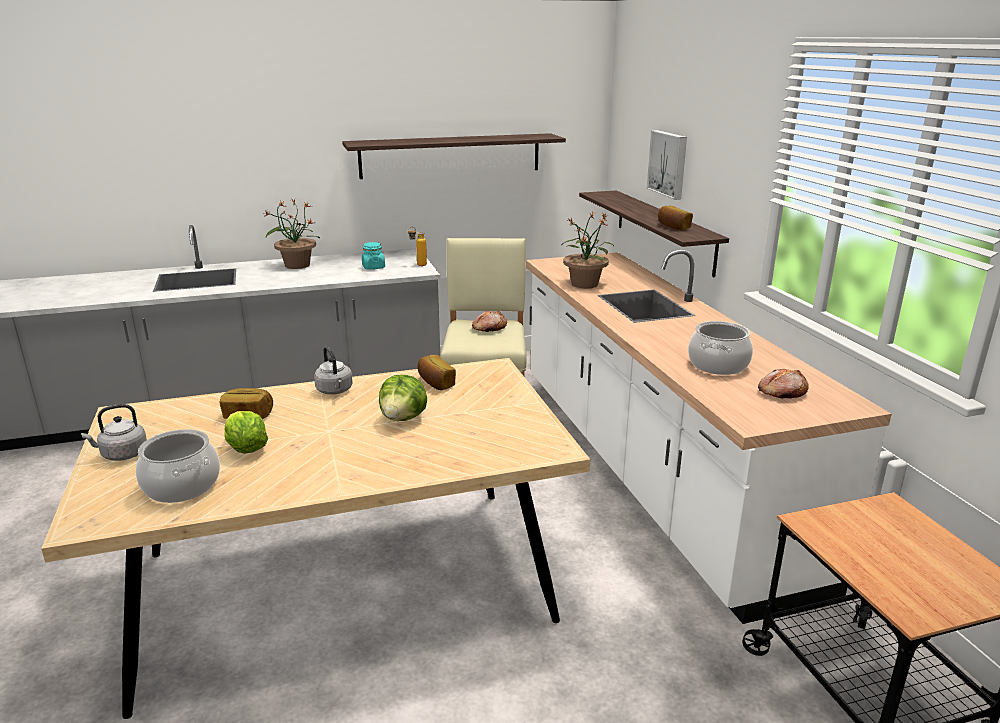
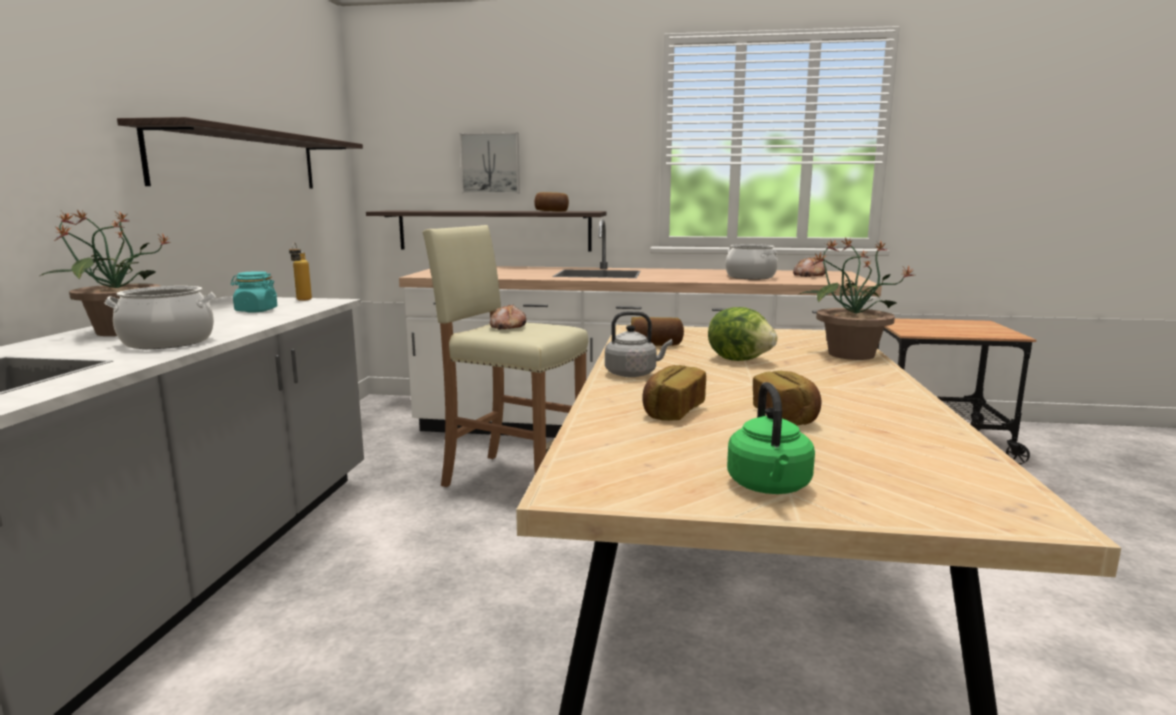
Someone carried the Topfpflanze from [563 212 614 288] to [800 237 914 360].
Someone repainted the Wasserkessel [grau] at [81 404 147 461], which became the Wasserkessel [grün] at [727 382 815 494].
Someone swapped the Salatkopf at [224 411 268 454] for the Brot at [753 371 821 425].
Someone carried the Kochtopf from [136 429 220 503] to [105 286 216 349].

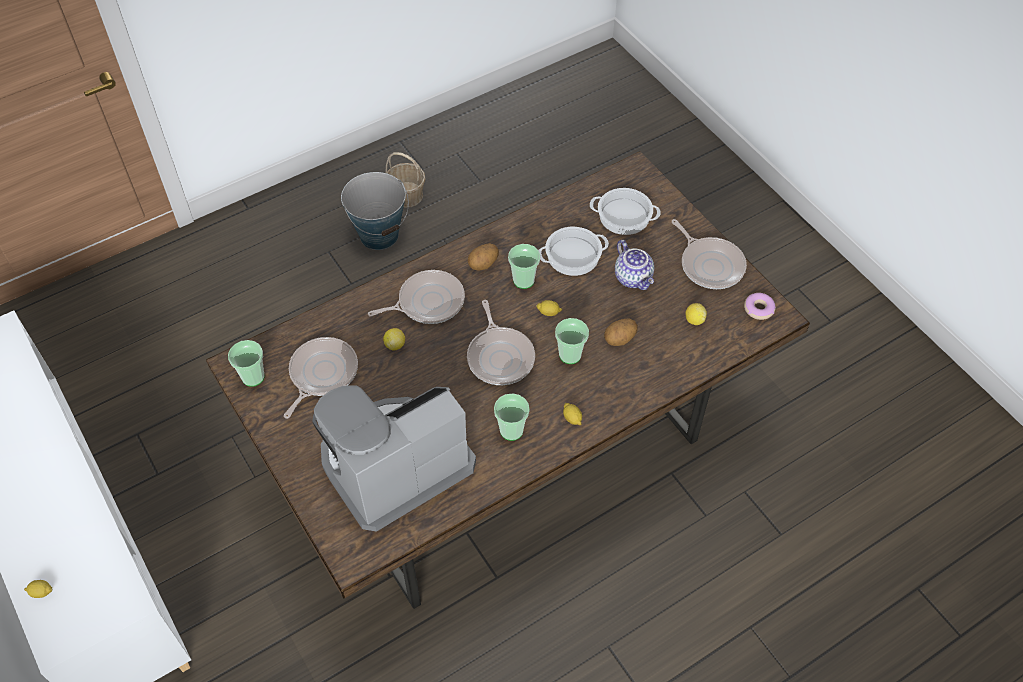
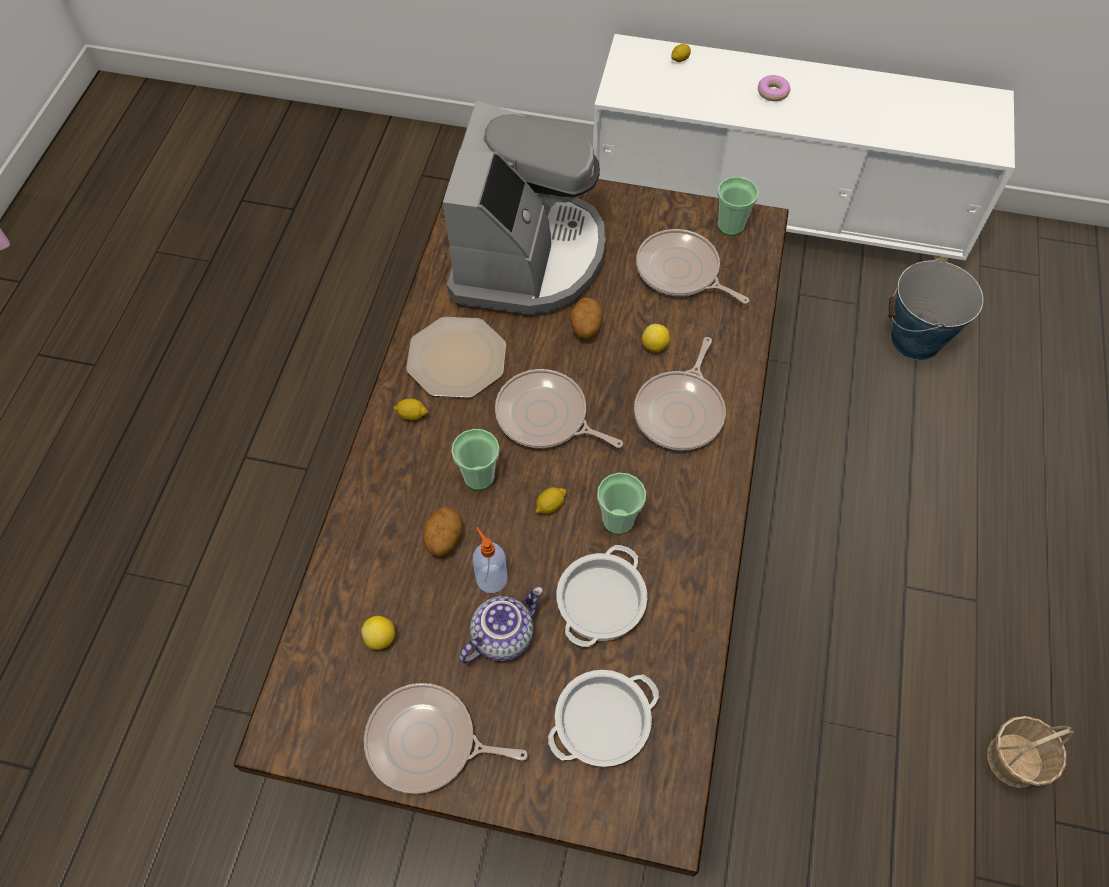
Someone carried the Eimer from [341 172 409 250] to [888 259 983 360].
Someone rotated the Teekanne at [615 240 654 290] by 120 degrees clockwise.
Someone carried the Kartoffel from [468 243 499 270] to [570 297 603 339].
Someone carried the Donut from [744 293 776 320] to [758 75 791 101].
Someone rotated the Pfanne at [284 337 358 419] by 150 degrees clockwise.
Someone swapped the Tasse at [494 393 530 441] for the Teller at [406 317 506 398].
Someone put down the Seifenspender at [473 527 507 593].

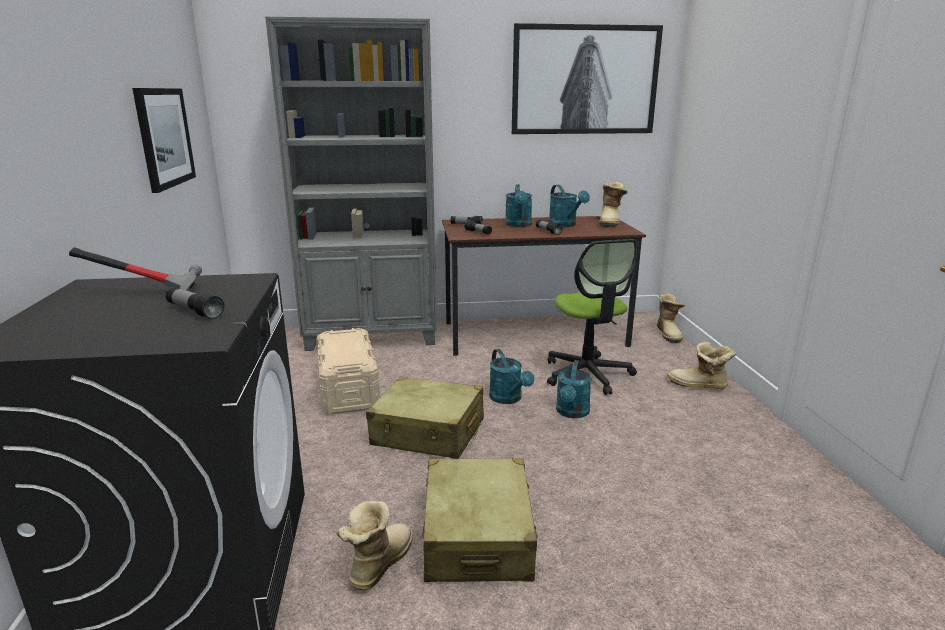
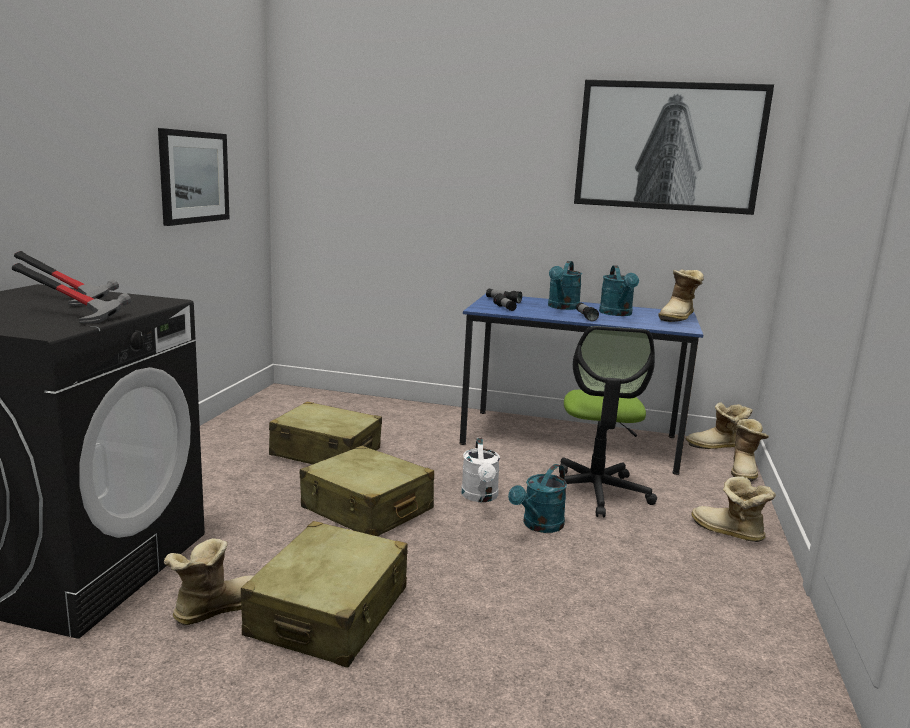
Someone took away the Bücherregal [grau] at [265 17 437 351].
Someone repainted the Schreibtisch [braun] at [442 216 646 356], which became the Schreibtisch [blau] at [460 294 703 475].
Someone swapped the Taschenlampe at [166 287 225 320] for the Hammer at [12 263 131 323].
Someone swapped the Aufbewahrungsbox [beige] at [317 328 380 414] for the Koffer [beige] at [269 401 382 464].
Someone repainted the Gießkanne [türkis] at [489 349 534 404], which became the Gießkanne [weiß] at [461 438 500 502].
Someone put down the Stiefel at [686 402 752 449].

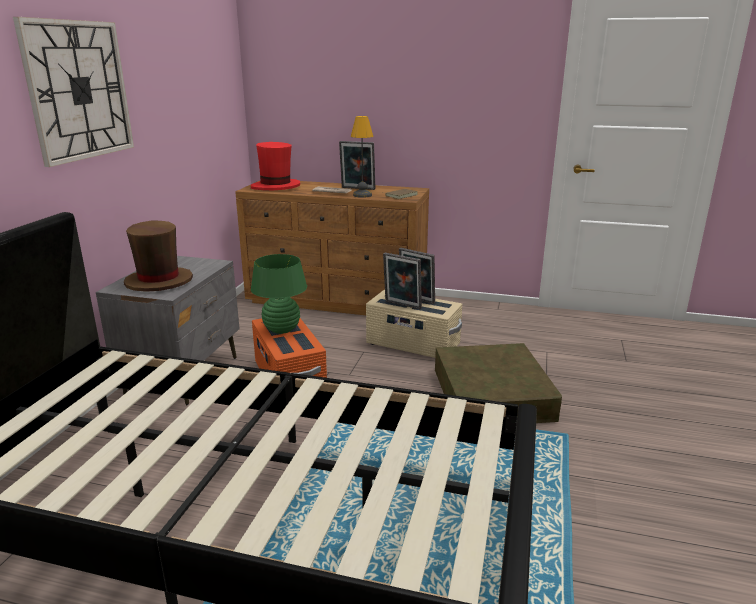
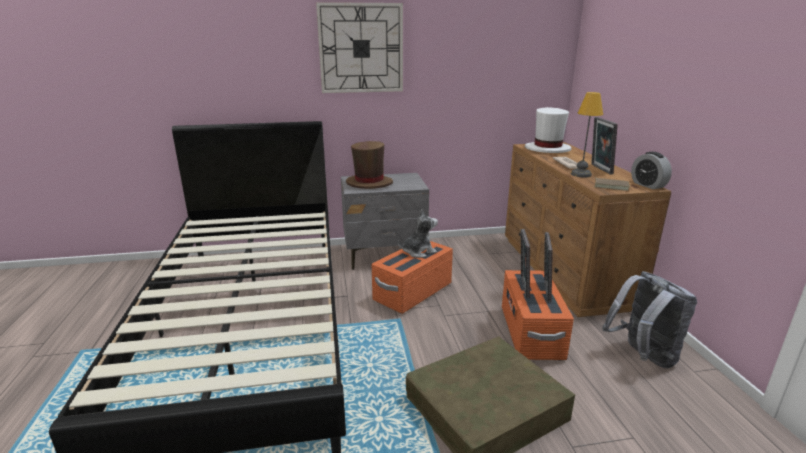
Someone repainted the Hut [rot] at [251 142 300 190], which became the Hut [weiß] at [525 107 572 153].
Someone swapped the Tischlampe [grün] at [251 254 307 334] for the Plüschtier at [398 209 438 258].
Someone repainted the Aufbewahrungsbox [beige] at [366 290 462 358], which became the Aufbewahrungsbox [orange] at [502 270 574 360].
Someone put down the Wecker at [631 152 672 189].
Someone put down the Rucksack [grau] at [602 271 697 368].

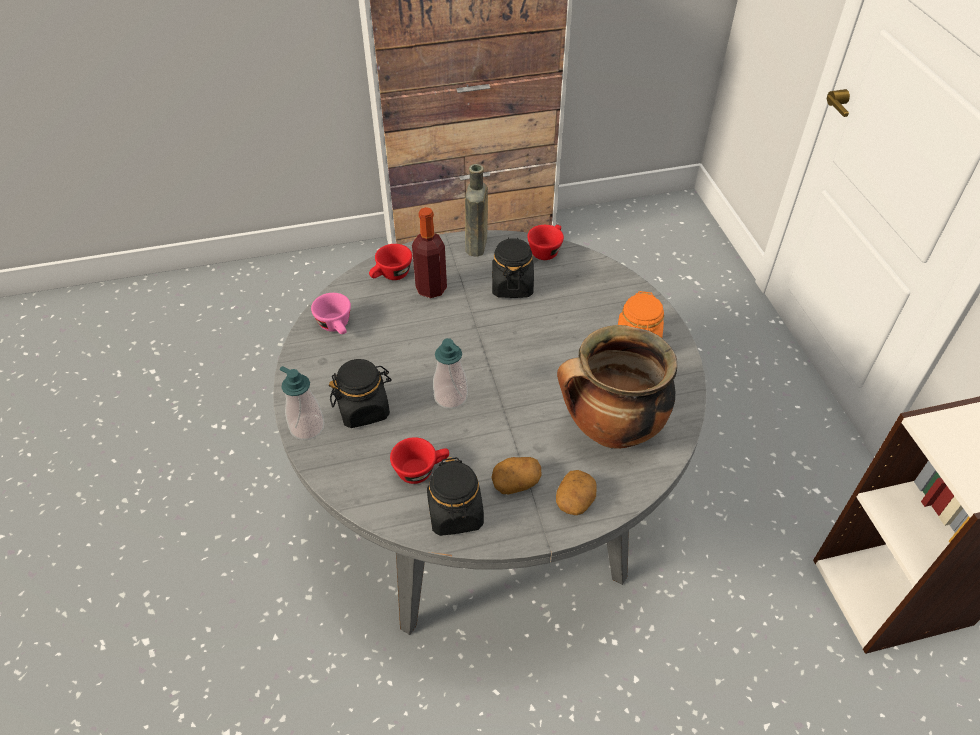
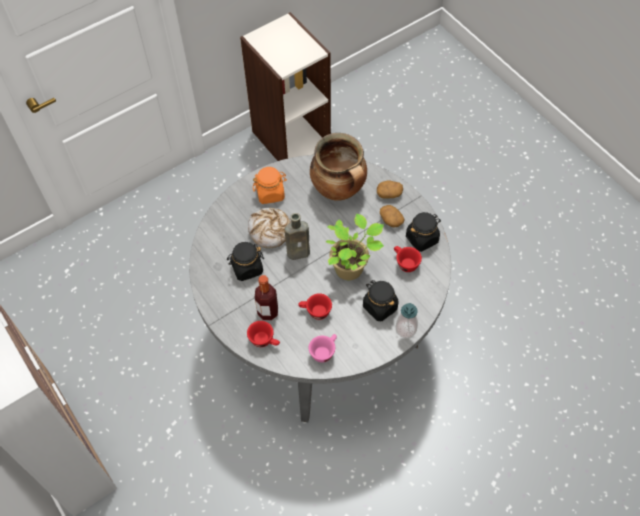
Someone carried the Flasche [braun] from [465 164 488 257] to [285 213 310 260].
Someone carried the Tasse [rot] from [527 225 564 260] to [298 293 332 320].
Someone swapped the Seifenspender at [433 338 468 409] for the Topfpflanze at [326 214 384 280].
Someone put down the Brot at [248 207 291 248].

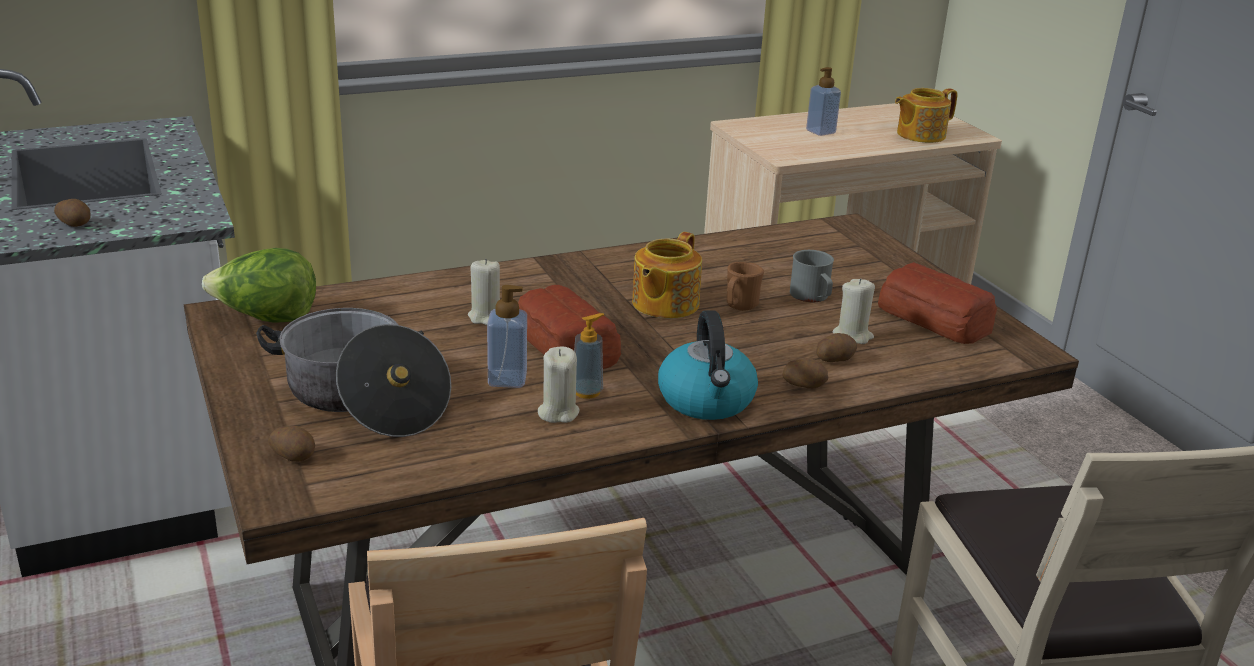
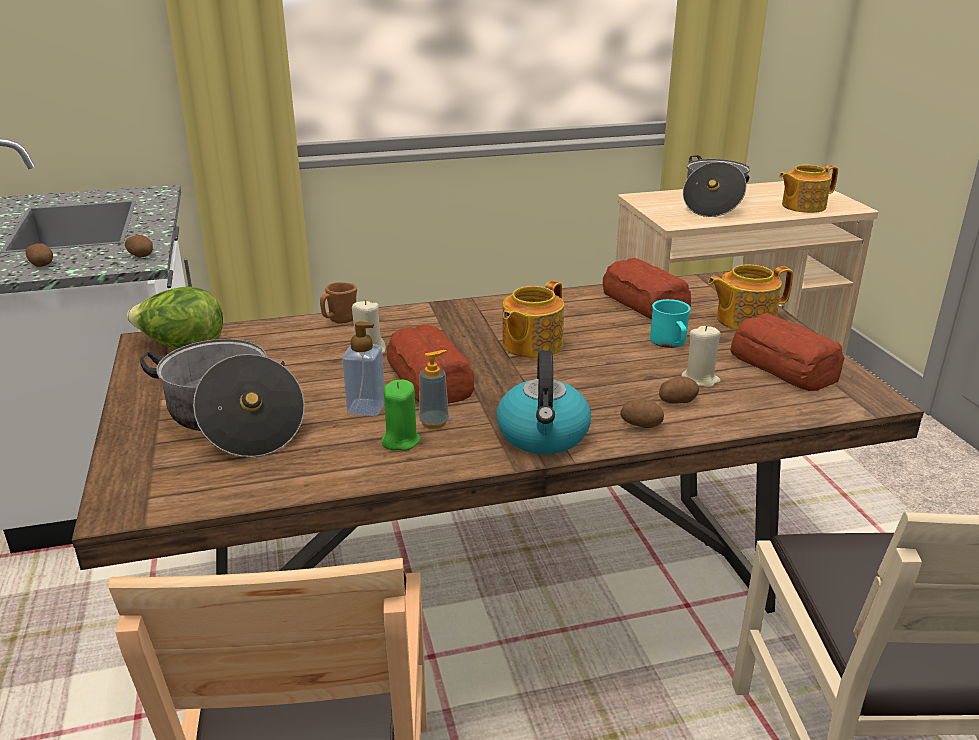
Someone swapped the Seifenspender at [806 67 841 136] for the Kochtopf at [683 155 750 217].
Someone repainted the Henkelbecher [grau] at [790 250 834 302], which became the Henkelbecher [türkis] at [650 299 691 348].
Someone carried the Henkelbecher [braun] from [727 262 764 311] to [320 282 357 324].
Someone repainted the Kerze [beige] at [538 347 580 423], which became the Kerze [grün] at [381 380 421 451].
Someone carried the Kartoffel from [268 426 315 462] to [125 235 153 257].
Someone put down the Brot at [603 258 691 319].
Someone put down the Teekanne at [708 265 793 330].

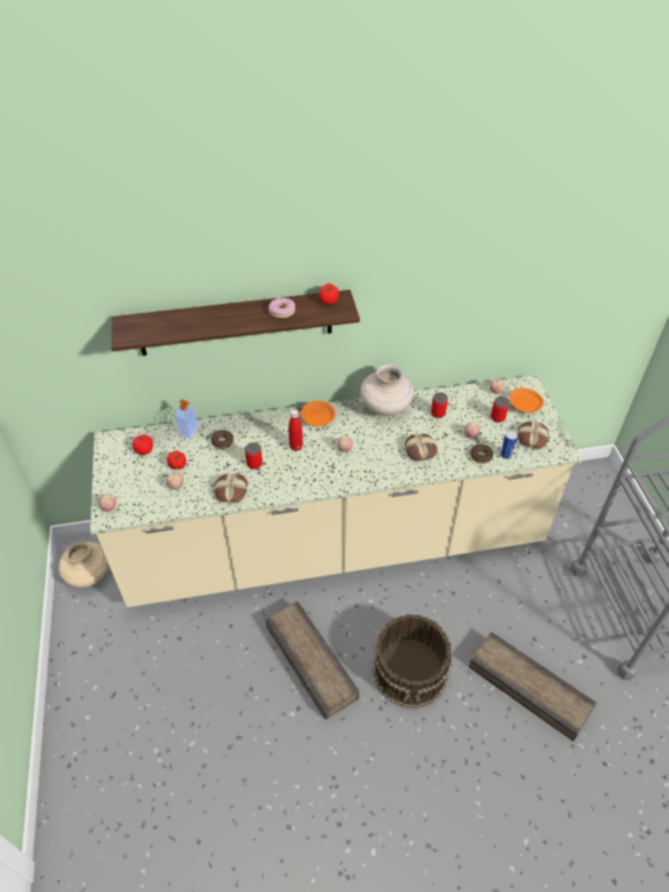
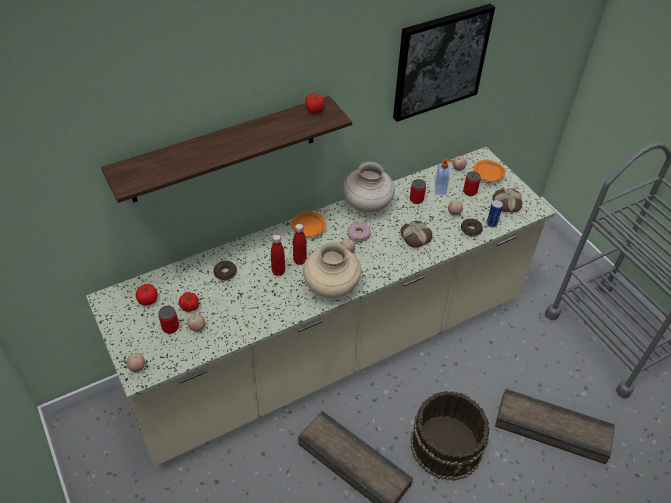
Someone carried the Donut from [268 297 295 318] to [347 223 371 242].
Someone carried the Seifenspender from [176 400 198 439] to [435 159 453 195].
Someone carried the Dose from [245 442 263 469] to [159 306 179 334].
Someone took away the Brot at [214 473 247 503].
Someone carried the Vase [beige] from [58 541 109 588] to [303 242 361 298].
Someone put up the Bild at [393 3 495 122].
Someone put down the Flasche [rot] at [271 234 285 276].

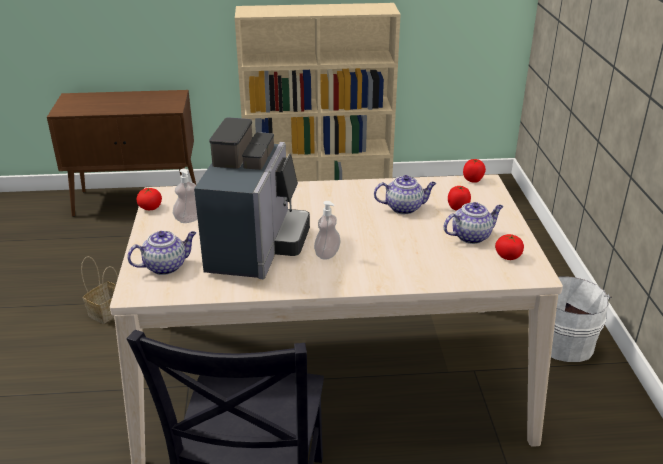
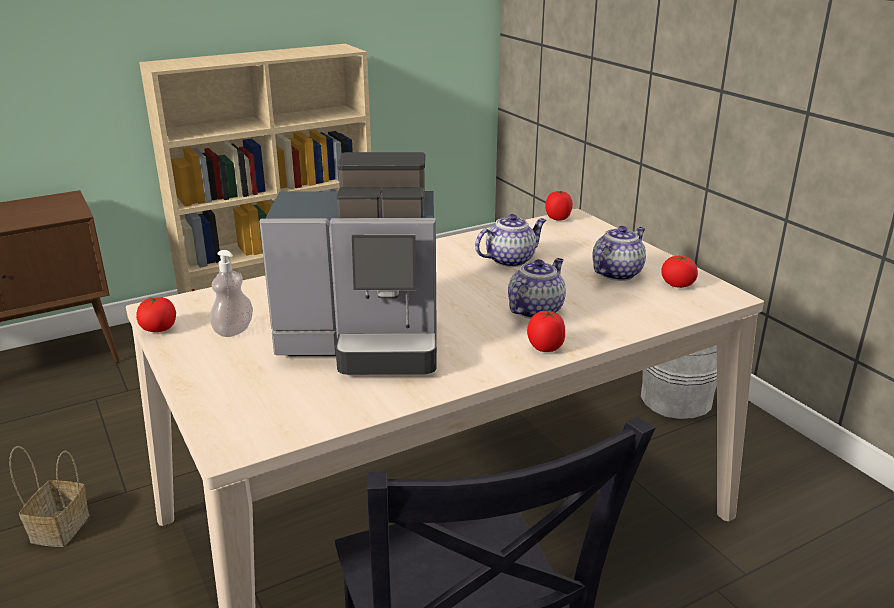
Someone rotated the Kaffeemaschine at [194 118 310 279] by 105 degrees clockwise.
Someone carried the Tomate from [448 186 471 211] to [527 311 565 352].
Someone took away the Seifenspender at [314 201 341 260].
Someone carried the Teekanne from [127 231 196 275] to [508 258 566 319].

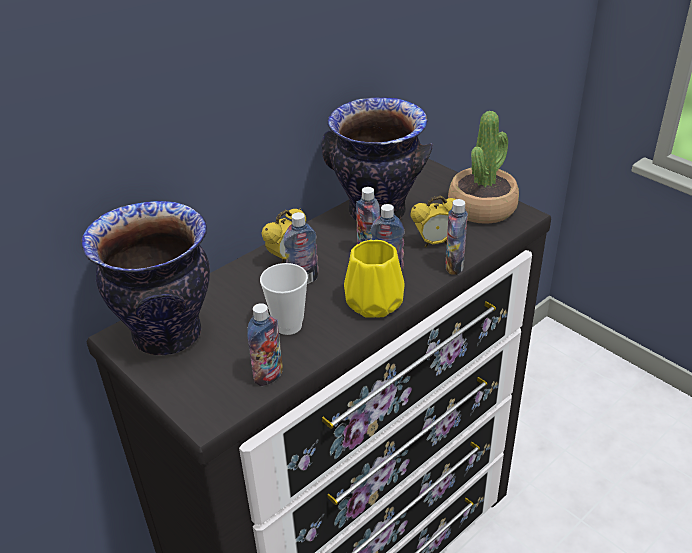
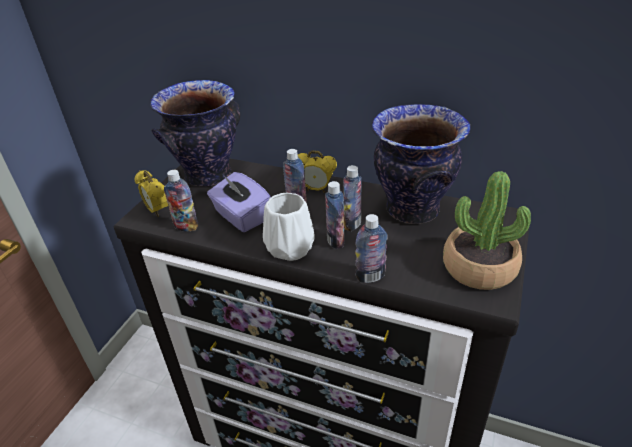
Someone carried the Wecker from [410 196 456 247] to [135 170 168 217].
Someone repainted the Vase [gelb] at [344 240 405 318], which became the Vase [weiß] at [263 193 315 261].
Someone swapped the Tasse at [260 263 308 335] for the Taschentuchbox [lila] at [207 172 271 232].

